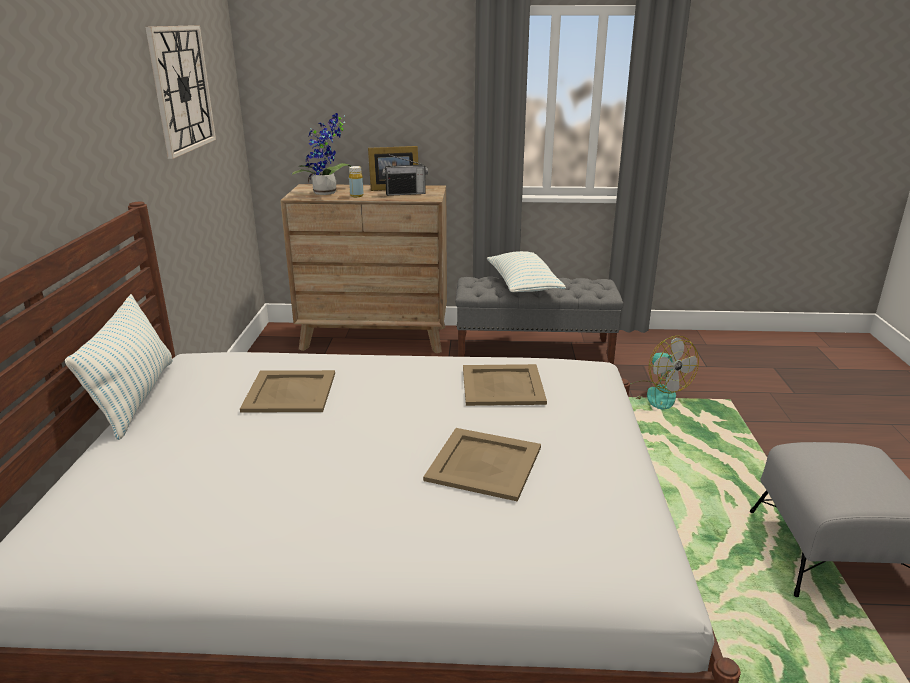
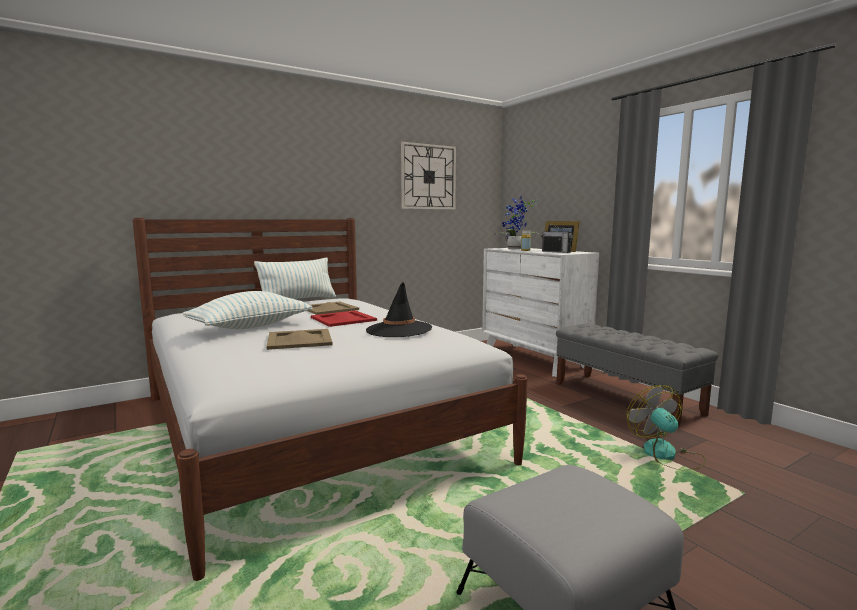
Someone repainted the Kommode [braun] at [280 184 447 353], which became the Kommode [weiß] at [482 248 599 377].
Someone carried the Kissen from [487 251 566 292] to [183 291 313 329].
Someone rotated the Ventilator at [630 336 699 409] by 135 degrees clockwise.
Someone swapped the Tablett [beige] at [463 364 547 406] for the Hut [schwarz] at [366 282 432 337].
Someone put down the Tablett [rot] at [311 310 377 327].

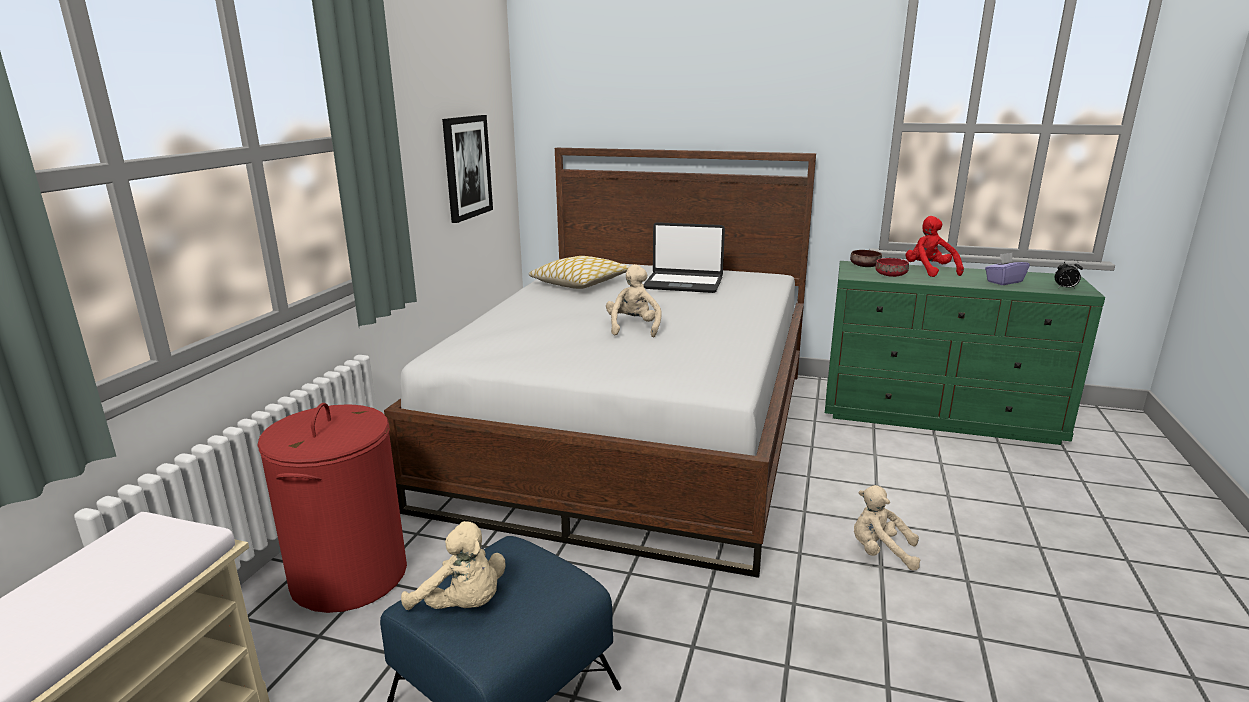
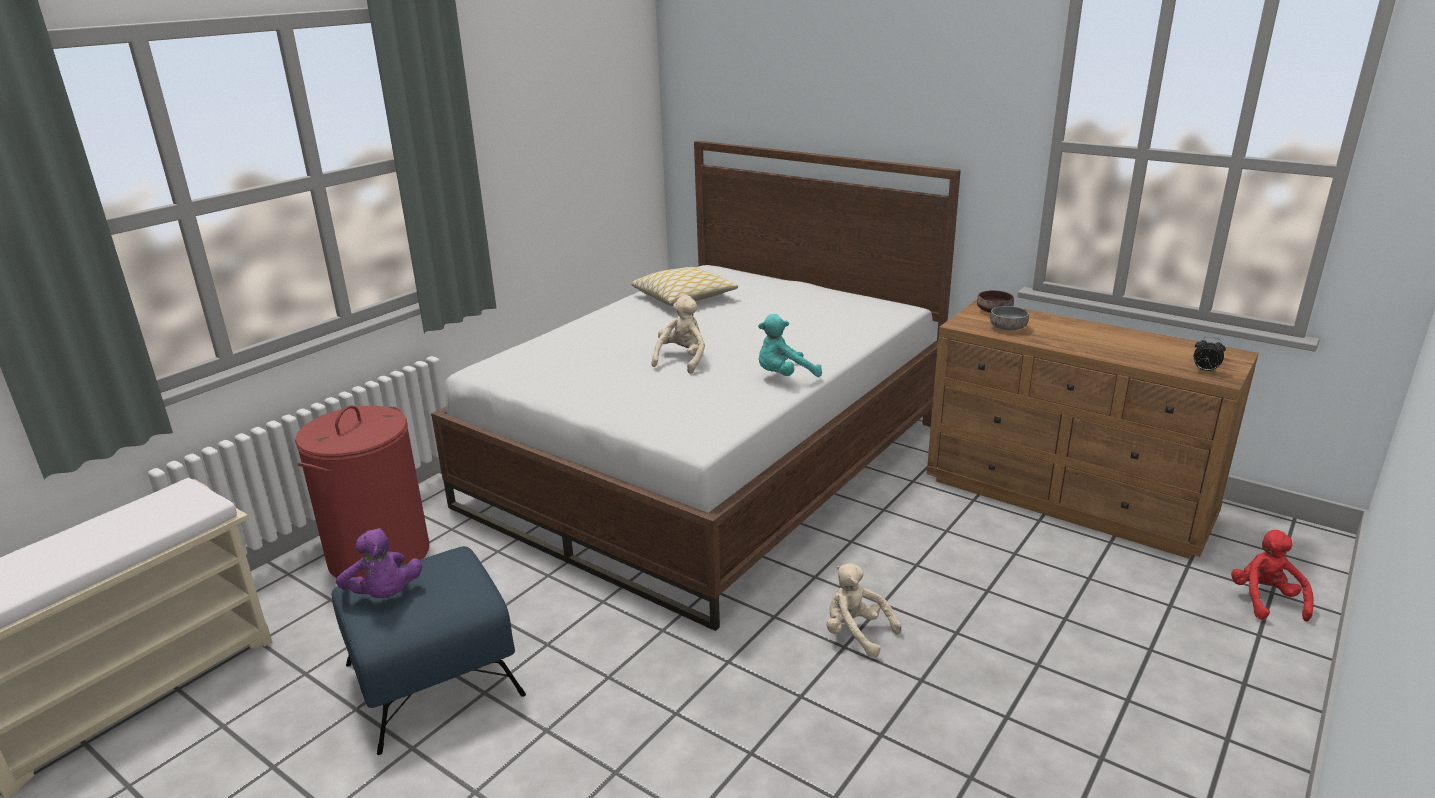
Someone took away the Bild at [442 115 493 223].
Someone carried the Plüschtier [rot] from [906 216 964 277] to [1231 530 1314 621].
Someone took away the Laptop at [643 222 725 293].
Someone took away the Taschentuchbox [lila] at [985 253 1030 285].
Someone repainted the Schüssel [rot] at [875 258 909 277], which became the Schüssel [grau] at [990 306 1029 330].
Someone repainted the Kommode [grün] at [825 261 1105 445], which became the Kommode [braun] at [927 300 1259 559].
Someone repainted the Plüschtier [beige] at [401 521 505 610], which became the Plüschtier [lila] at [336 528 422 598].
Someone put down the Plüschtier [türkis] at [758 314 822 377].

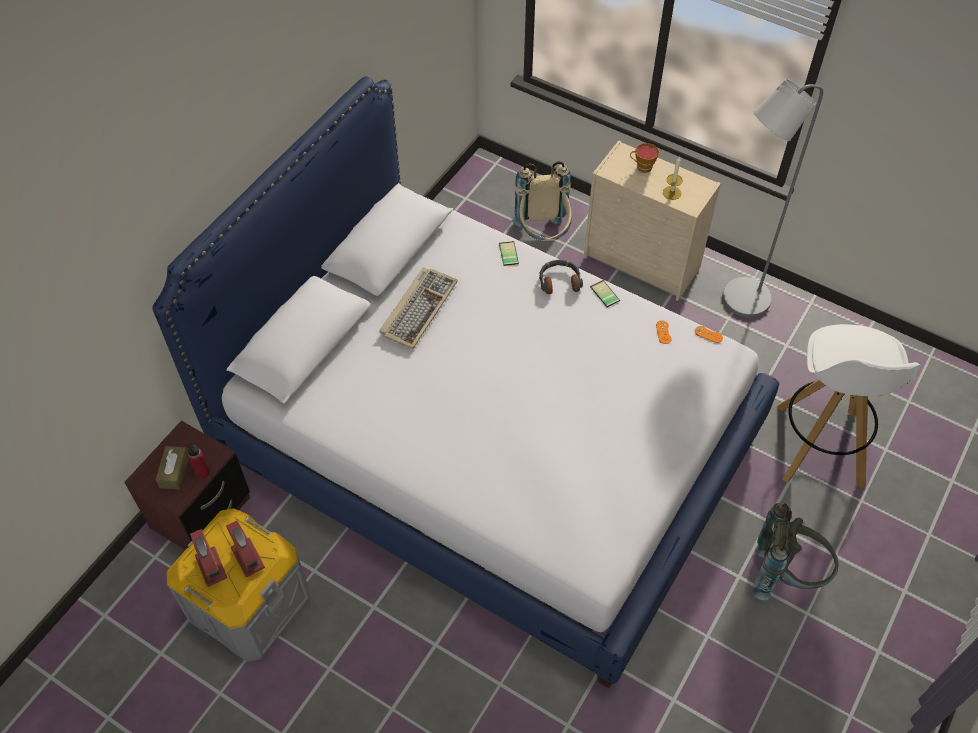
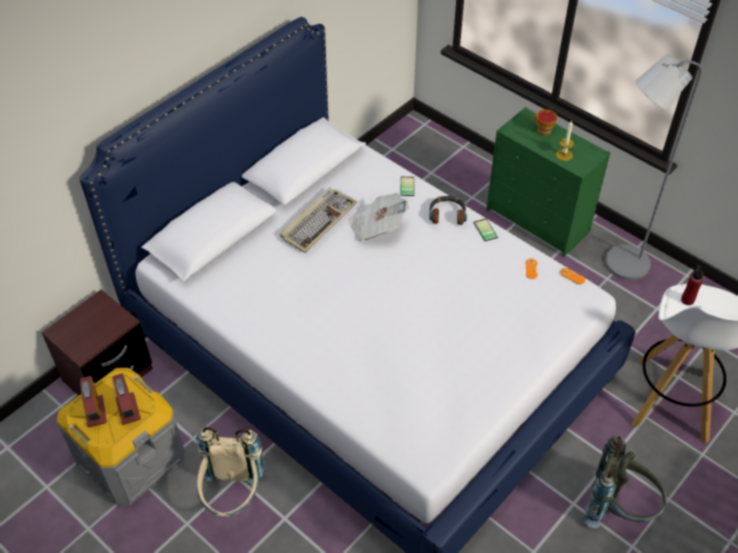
Someone repainted the Kommode [beige] at [584 141 721 301], which became the Kommode [grün] at [486 107 610 257].
Someone carried the Rucksack [beige] from [512 161 572 241] to [197 427 265 516].
Someone carried the Flasche [rot] from [187 440 210 479] to [681 264 703 305].
Someone took away the Taschentuchbox [braun] at [155 446 189 490].
Someone put down the Zeitung at [349 193 409 242].

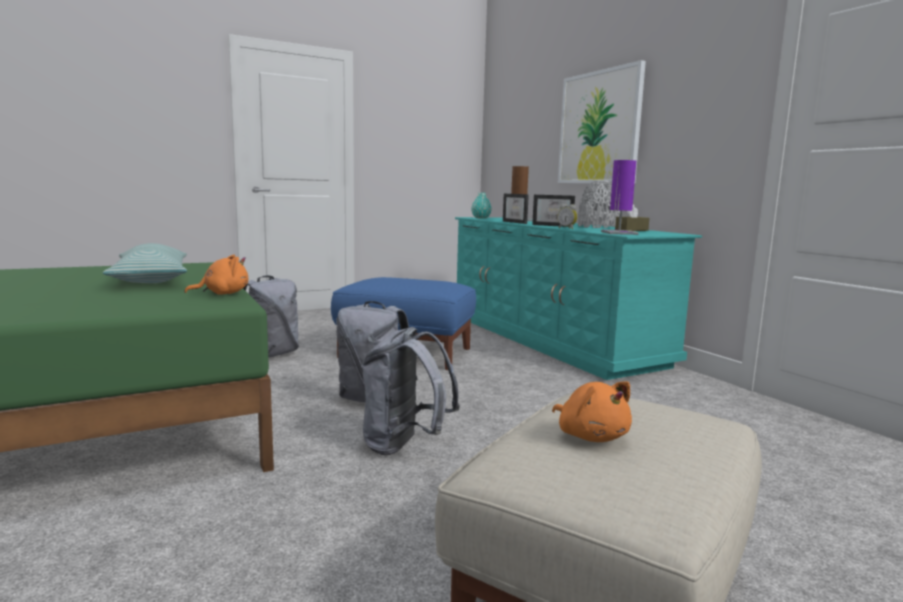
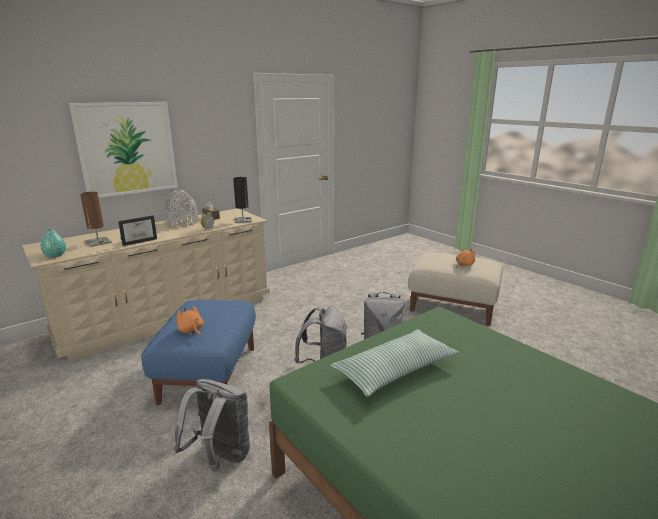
Someone repainted the Tischlampe [lila] at [601 160 639 235], which became the Tischlampe [schwarz] at [233 177 252 223].
Someone took away the Bilderrahmen at [532 195 575 227].
Someone repainted the Kommode [türkis] at [455 217 702 380], which became the Kommode [beige] at [22 208 270 361].
Someone carried the Plüschtier [orange] from [184 255 248 295] to [177 306 204 337].

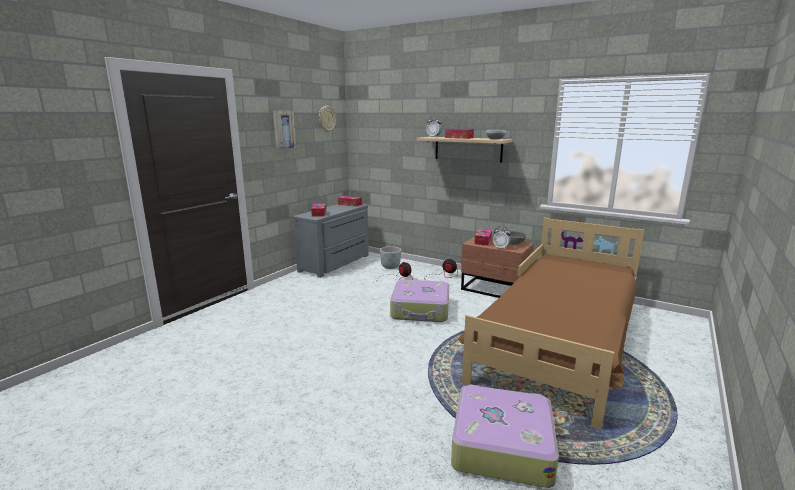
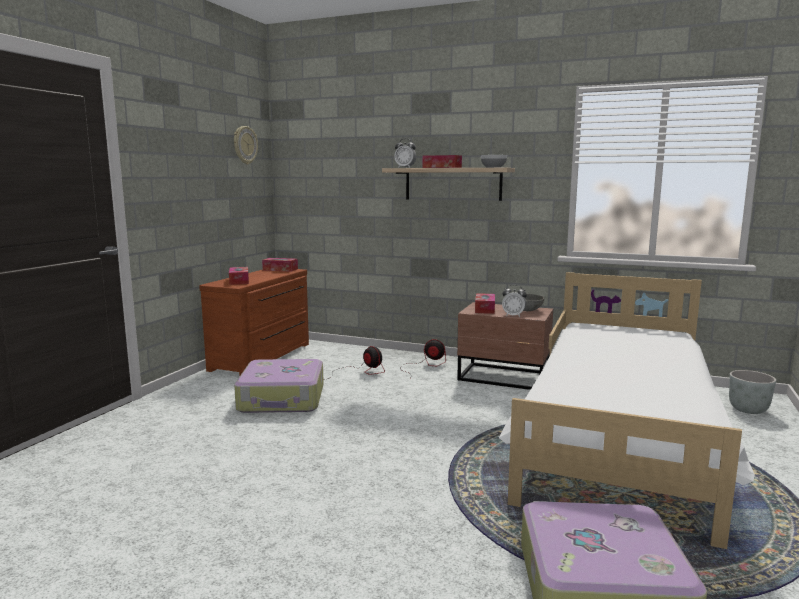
Someone took away the Bild at [273 111 296 149].
Someone repainted the Kommode [grau] at [293 204 368 278], which became the Kommode [braun] at [199 269 309 375].
Someone repainted the Bett [braun] at [458 218 645 430], which became the Bett [weiß] at [499 272 755 549].
Someone carried the Pflanzkübel [grau] from [380 246 401 269] to [729 370 776 414].
Someone carried the Koffer from [390 280 449 322] to [234 359 324 413].

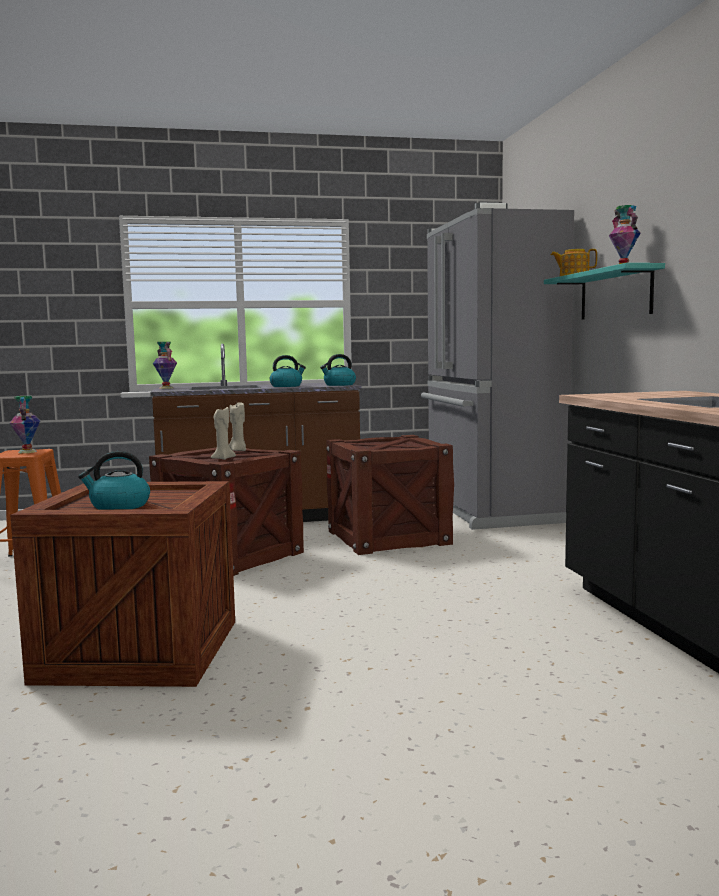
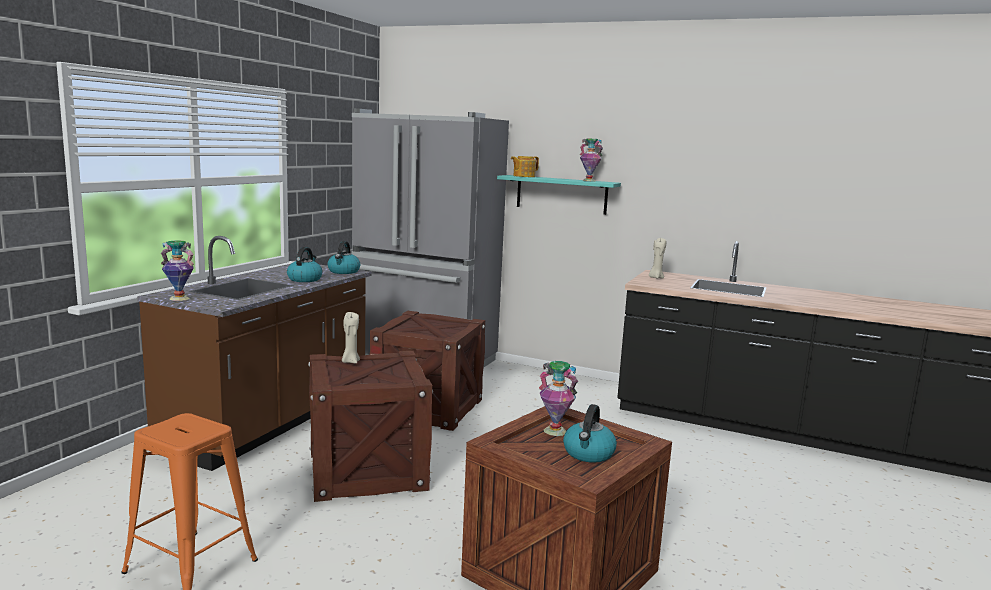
Someone carried the Vase from [10 396 40 453] to [539 361 578 436].
Someone carried the Kerze [beige] from [211 407 236 460] to [649 238 666 278].

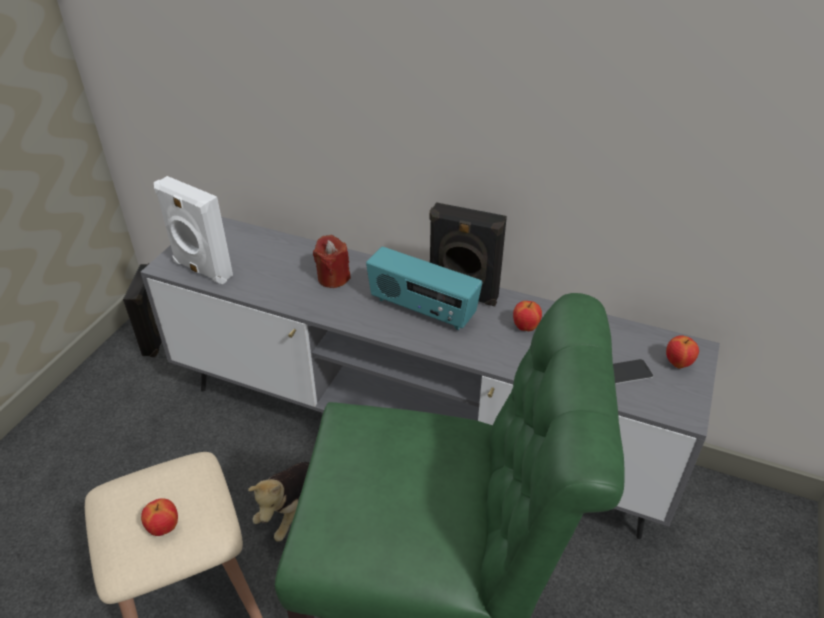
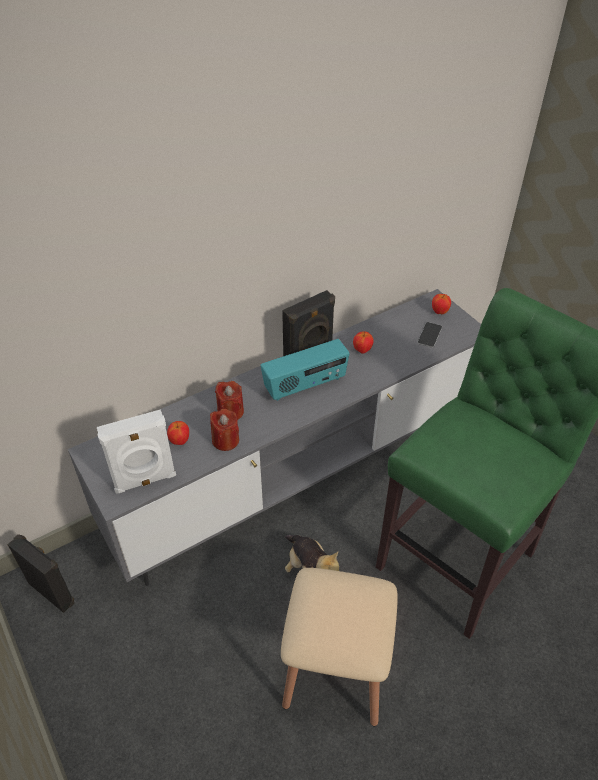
Someone carried the Apfel from [141 498 178 536] to [167 421 189 445].
Someone put down the Kerze [rot] at [210 409 239 451].

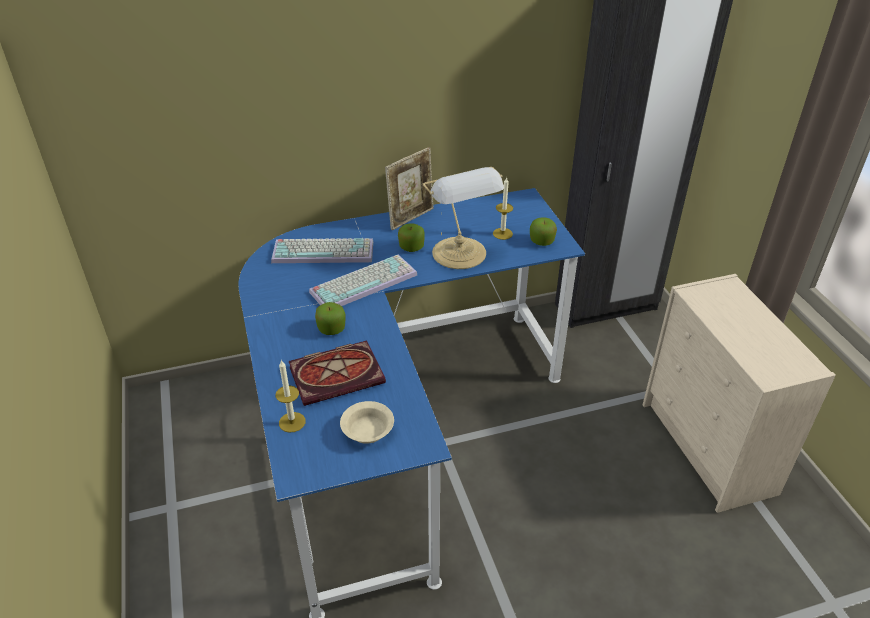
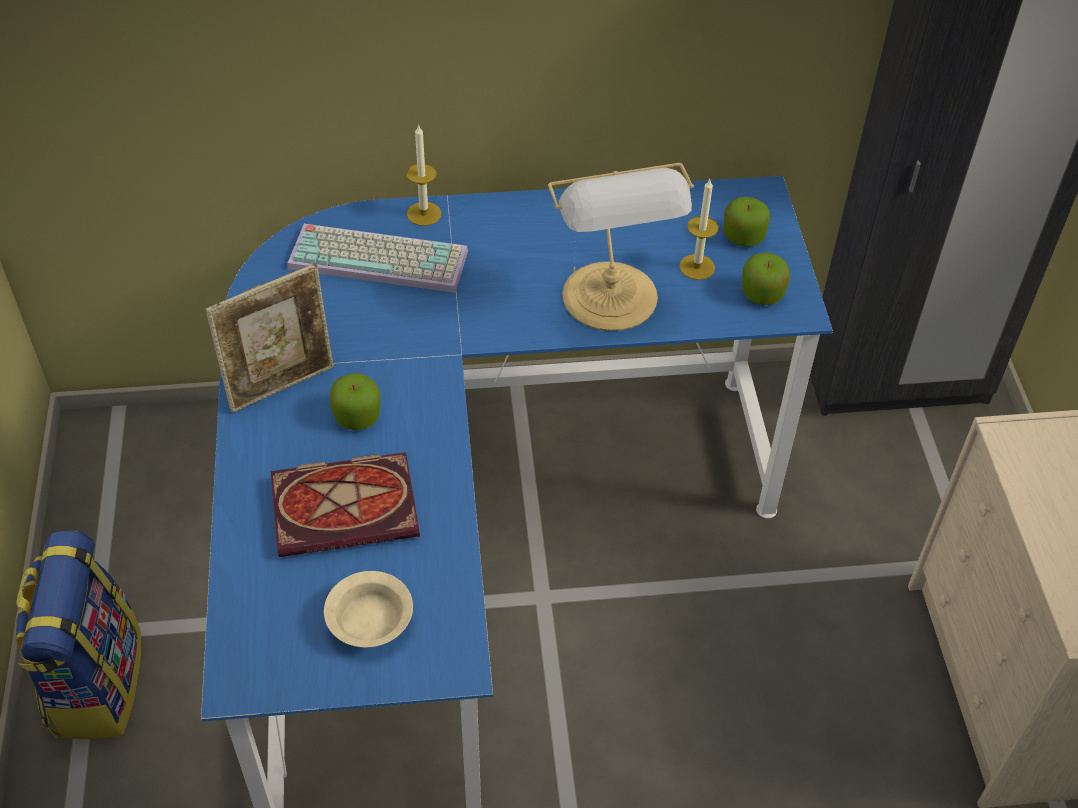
Someone carried the Bilderrahmen from [385 147 434 230] to [205 264 334 413].
Someone carried the Apfel from [398 223 425 252] to [724 197 770 247].
Someone took away the Tastatur at [309 255 417 306].
Someone carried the Kerze from [276 360 305 433] to [406 124 441 226].
Someone put down the Rucksack at [16 530 141 739].

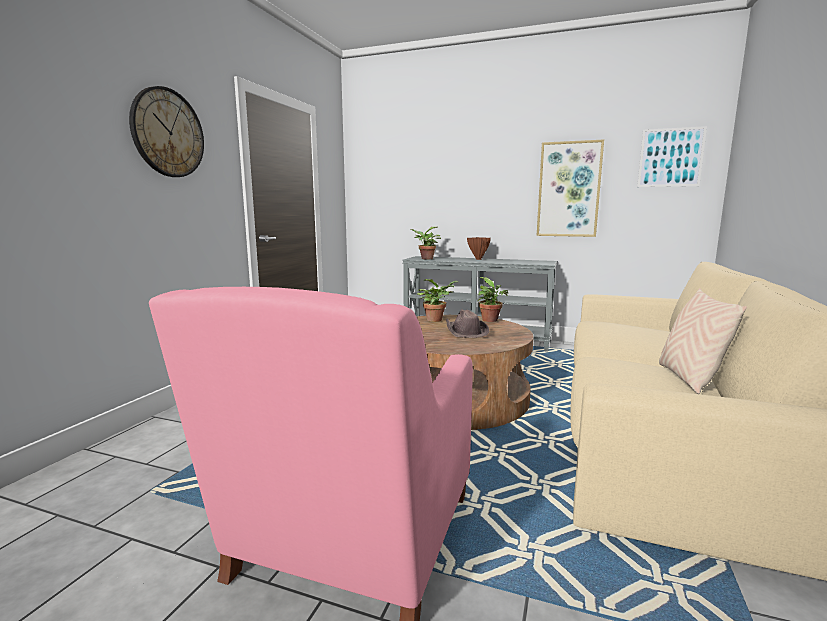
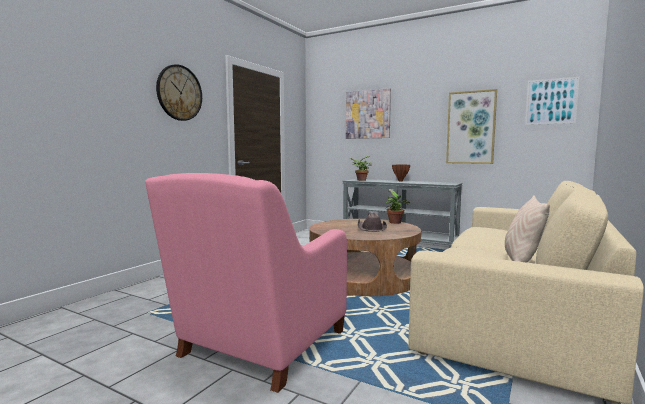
Someone took away the Topfpflanze at [417 279 458 322].
Someone put up the Bild at [346 88 391 139].

